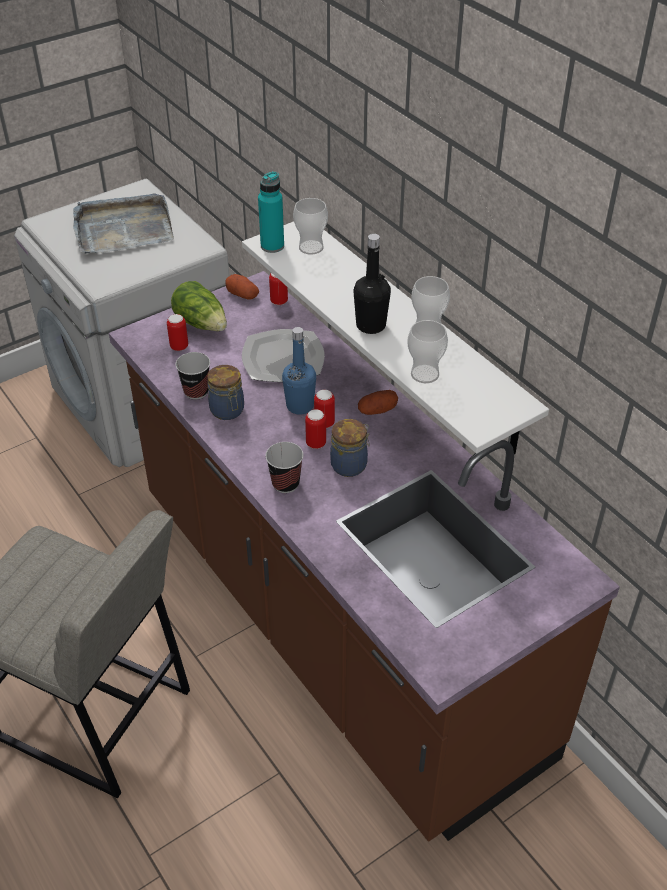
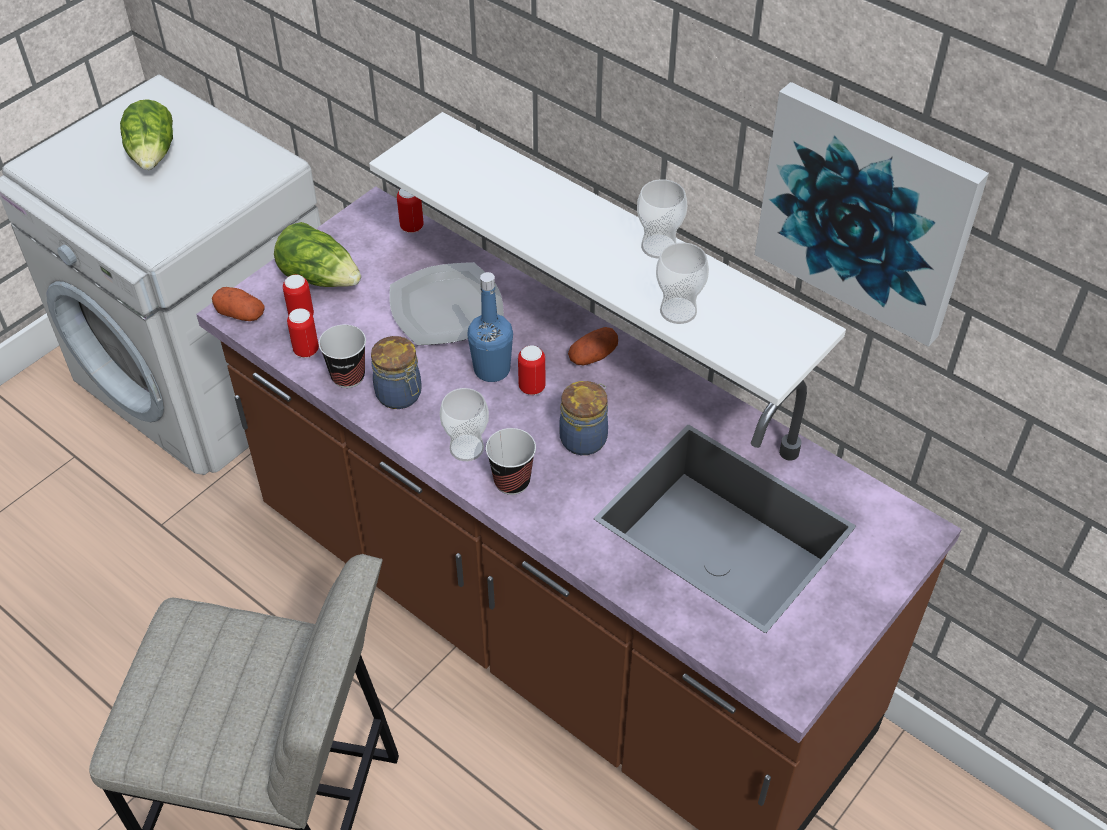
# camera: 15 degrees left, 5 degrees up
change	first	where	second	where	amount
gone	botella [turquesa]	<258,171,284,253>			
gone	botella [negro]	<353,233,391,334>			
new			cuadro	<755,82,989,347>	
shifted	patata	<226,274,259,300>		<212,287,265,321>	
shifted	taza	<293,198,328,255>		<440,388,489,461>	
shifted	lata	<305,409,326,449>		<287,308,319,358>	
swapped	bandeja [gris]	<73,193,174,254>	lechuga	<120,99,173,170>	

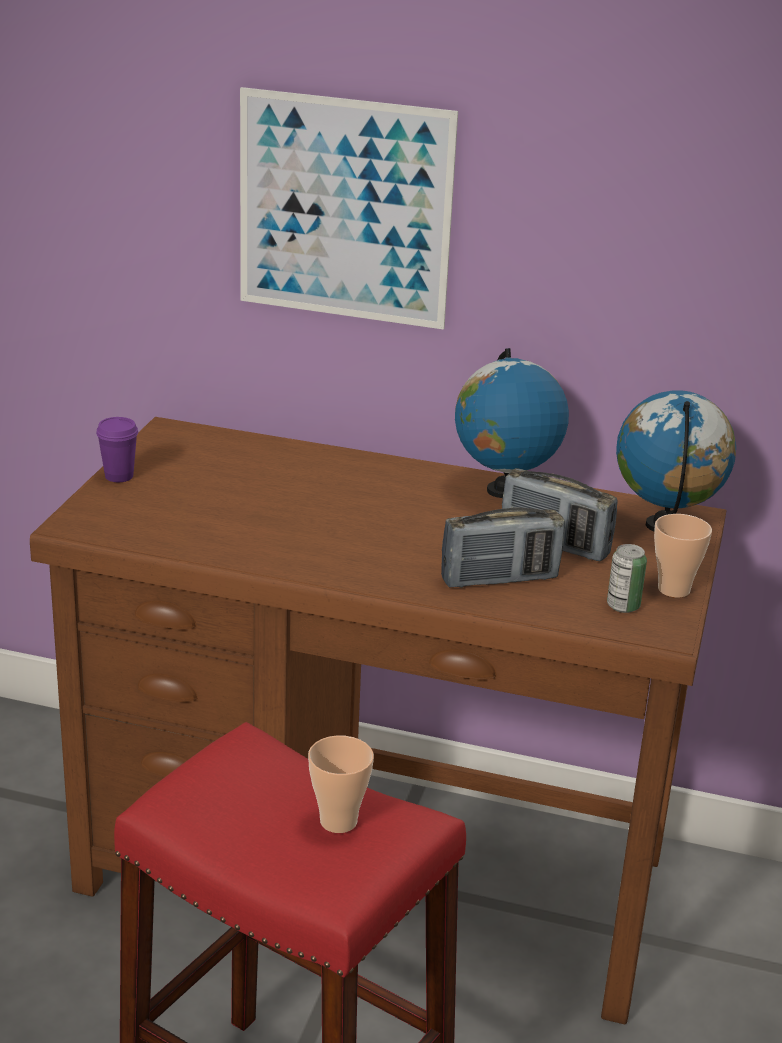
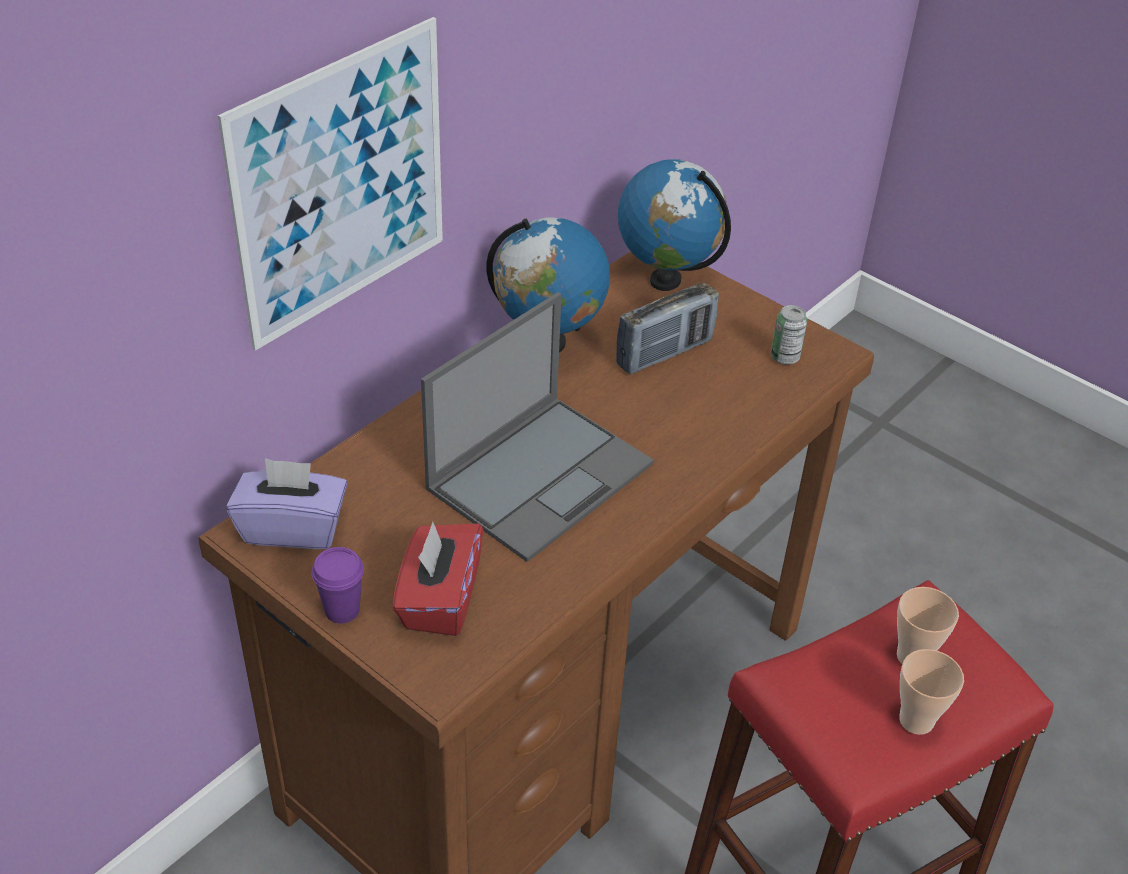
# camera: 65 degrees left, 15 degrees up
change	first	where	second	where	amount
gone	radio	<441,507,565,588>			
new			caja de pañuelos [morado]	<227,458,348,549>	
new			caja de pañuelos [rojo]	<393,522,483,636>	
new			portátil	<421,292,654,562>	
shifted	taza	<654,514,712,598>		<899,649,964,735>	

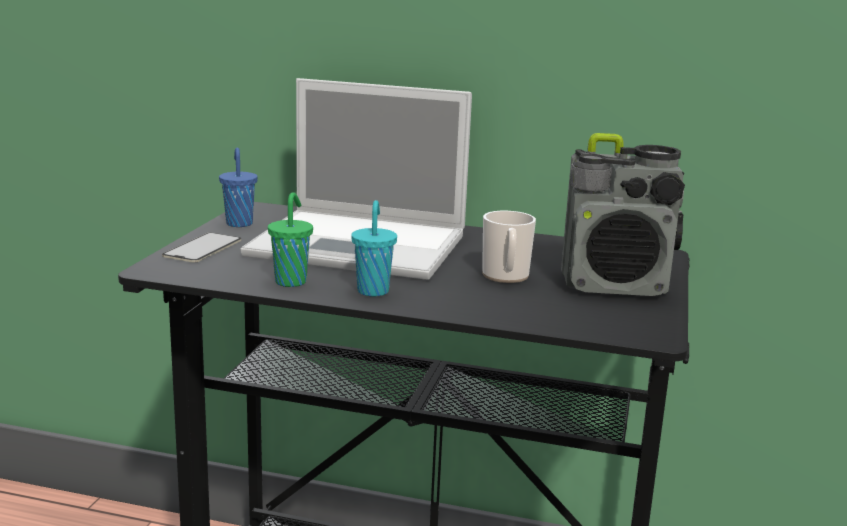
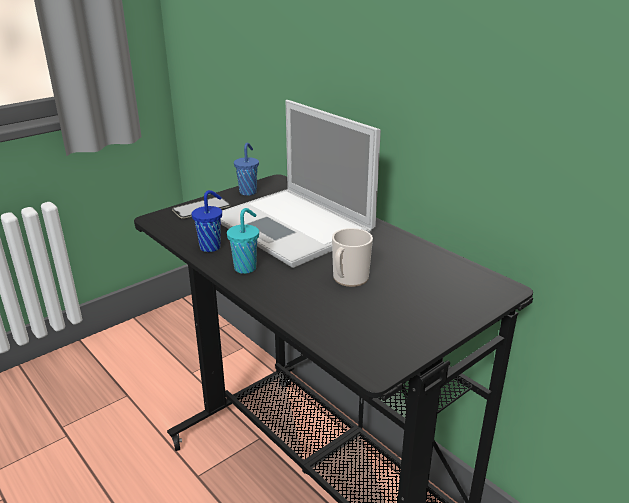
# camera: 35 degrees right, 10 degrees up
change	first	where	second	where	amount
gone	radio	<561,133,685,296>			
repainted	taza [verde]	<268,192,313,287>	taza [azul]	<192,190,222,252>	

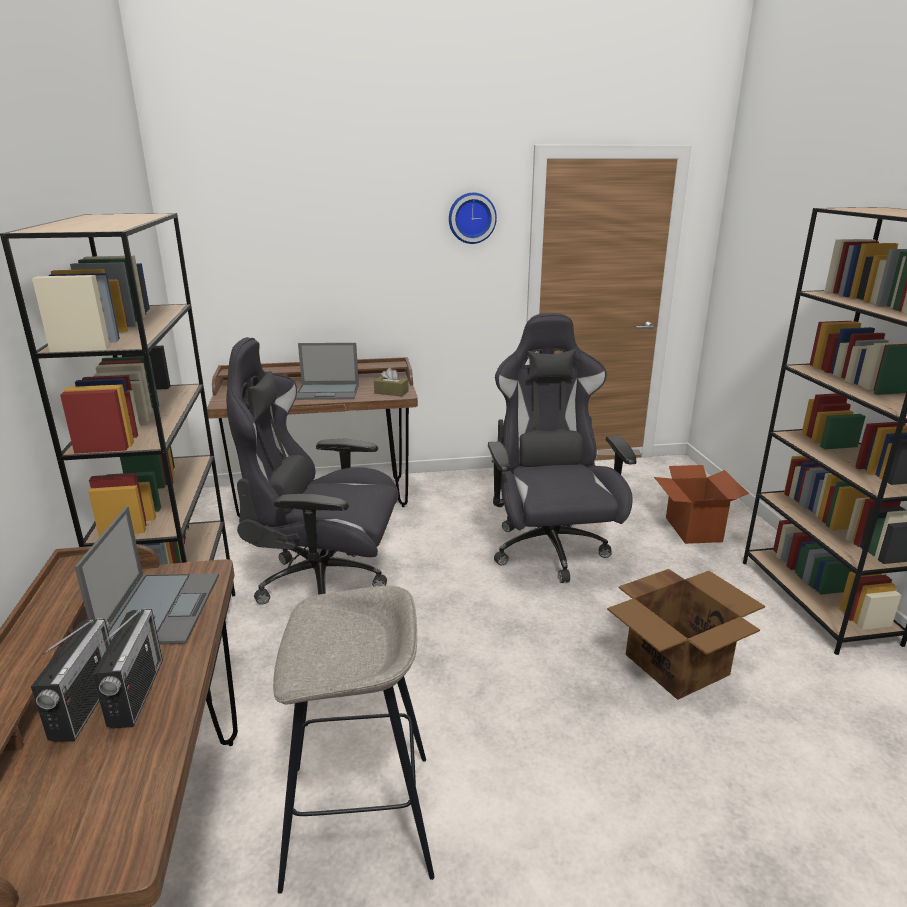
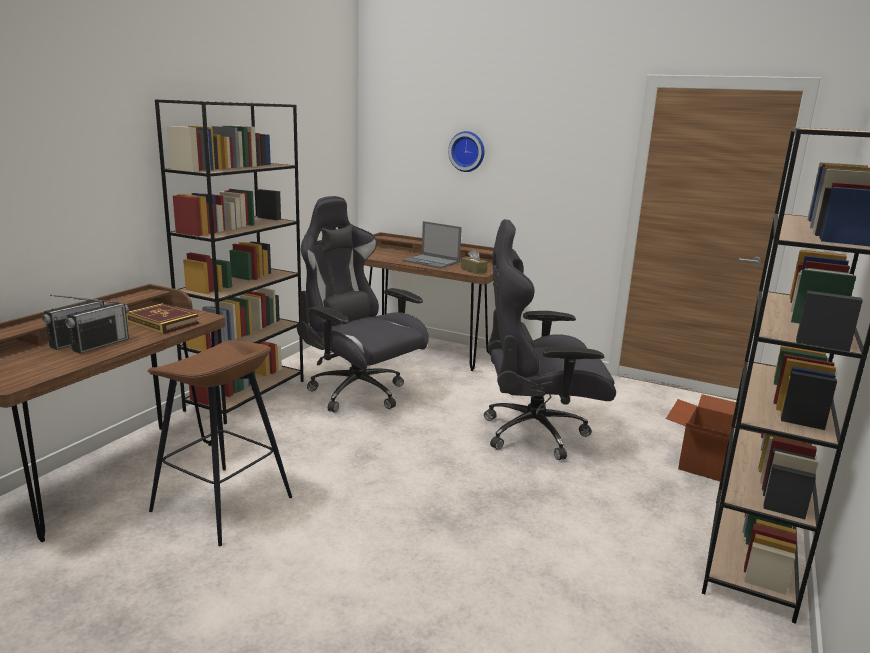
# camera: 35 degrees right, 5 degrees down
change	first	where	second	where	amount
gone	caja de cartón	<607,569,765,700>			
shifted	reloj de pared	<449,193,497,244>		<448,131,485,172>	
swapped	portátil	<75,506,219,645>	libro	<126,303,199,334>	
repainted	taburete [gris]	<273,586,435,894>	taburete [marrón]	<148,340,292,546>	
rotated	silla de oficina [negro]	<488,313,636,583>		<484,219,616,460>	120 degrees counterclockwise

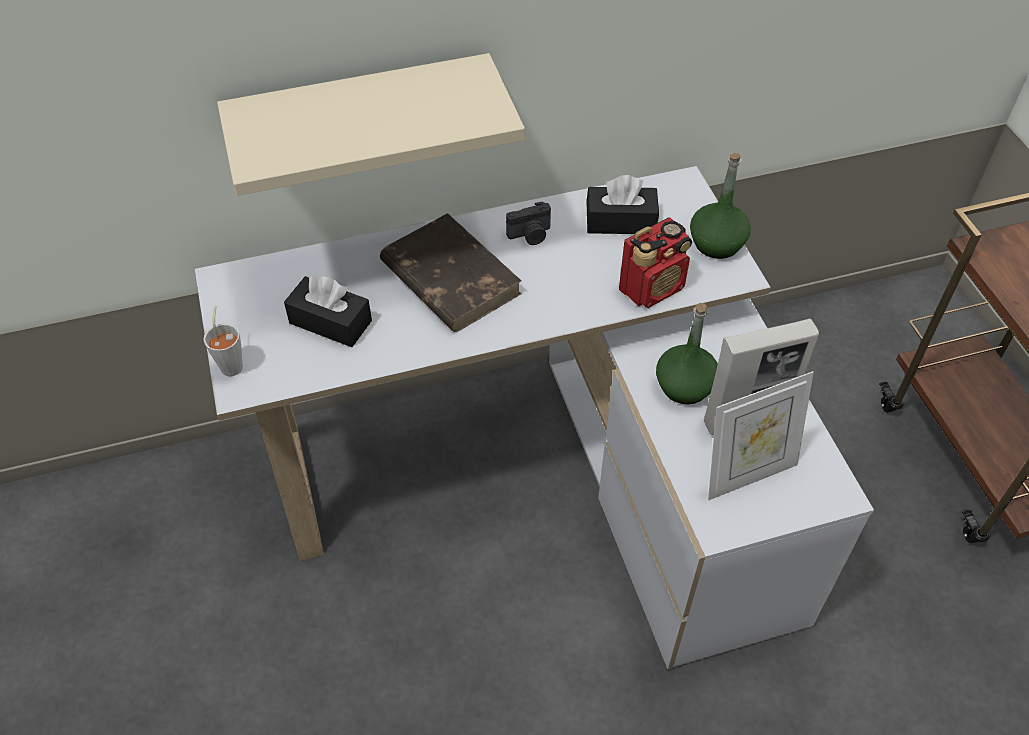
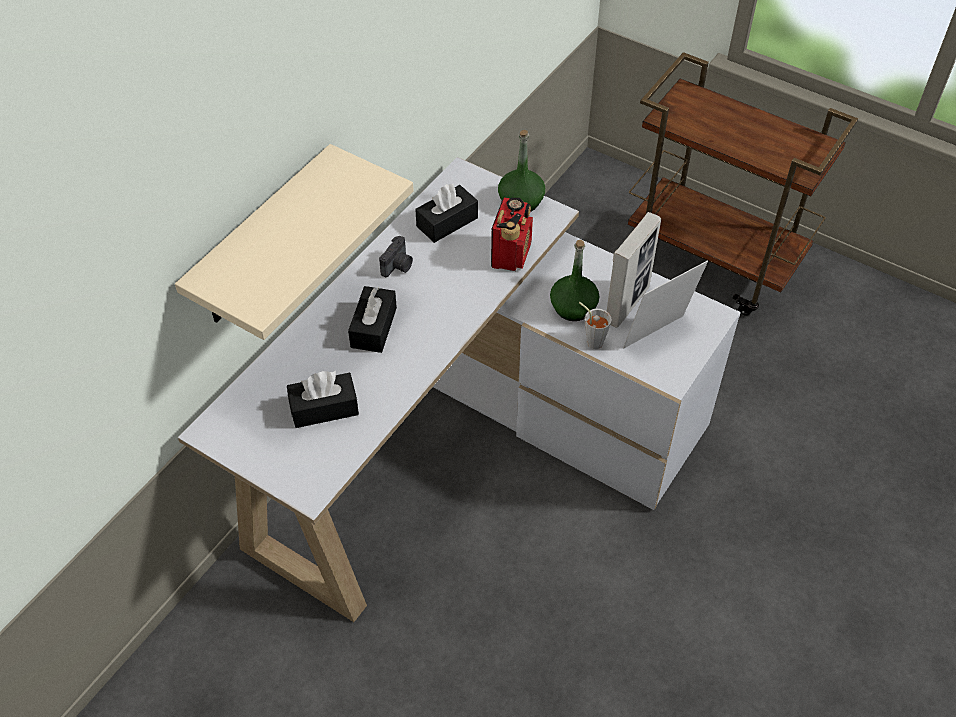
# camera: 40 degrees left, 0 degrees up
change	first	where	second	where	amount
shifted	taza [gris]	<203,306,243,376>		<579,302,612,349>	
swapped	libro [marrón]	<380,213,521,332>	caja de pañuelos [negro]	<348,286,397,353>	
rotated	portarretratos	<708,371,814,500>		<623,260,708,349>	150 degrees counterclockwise

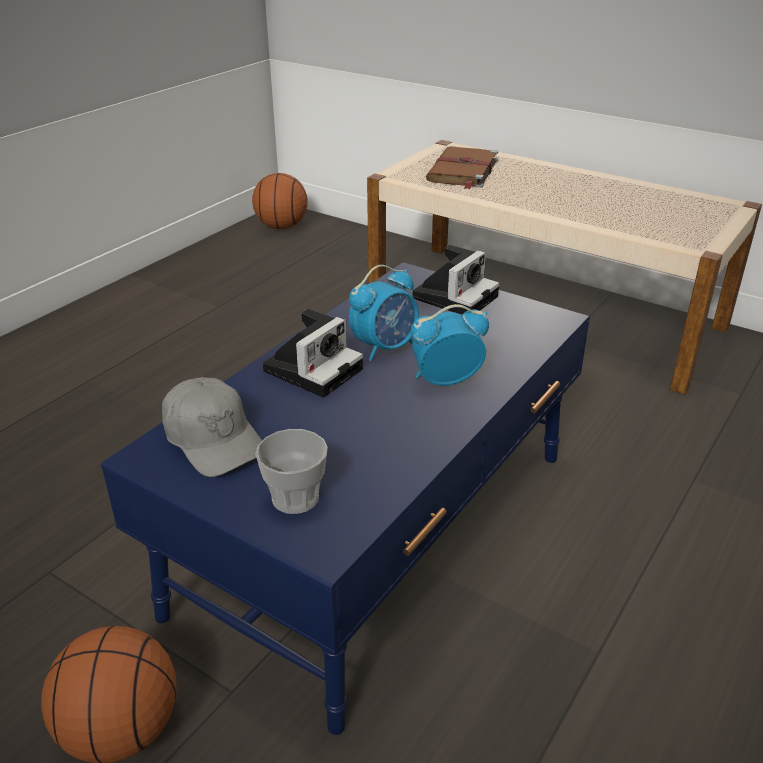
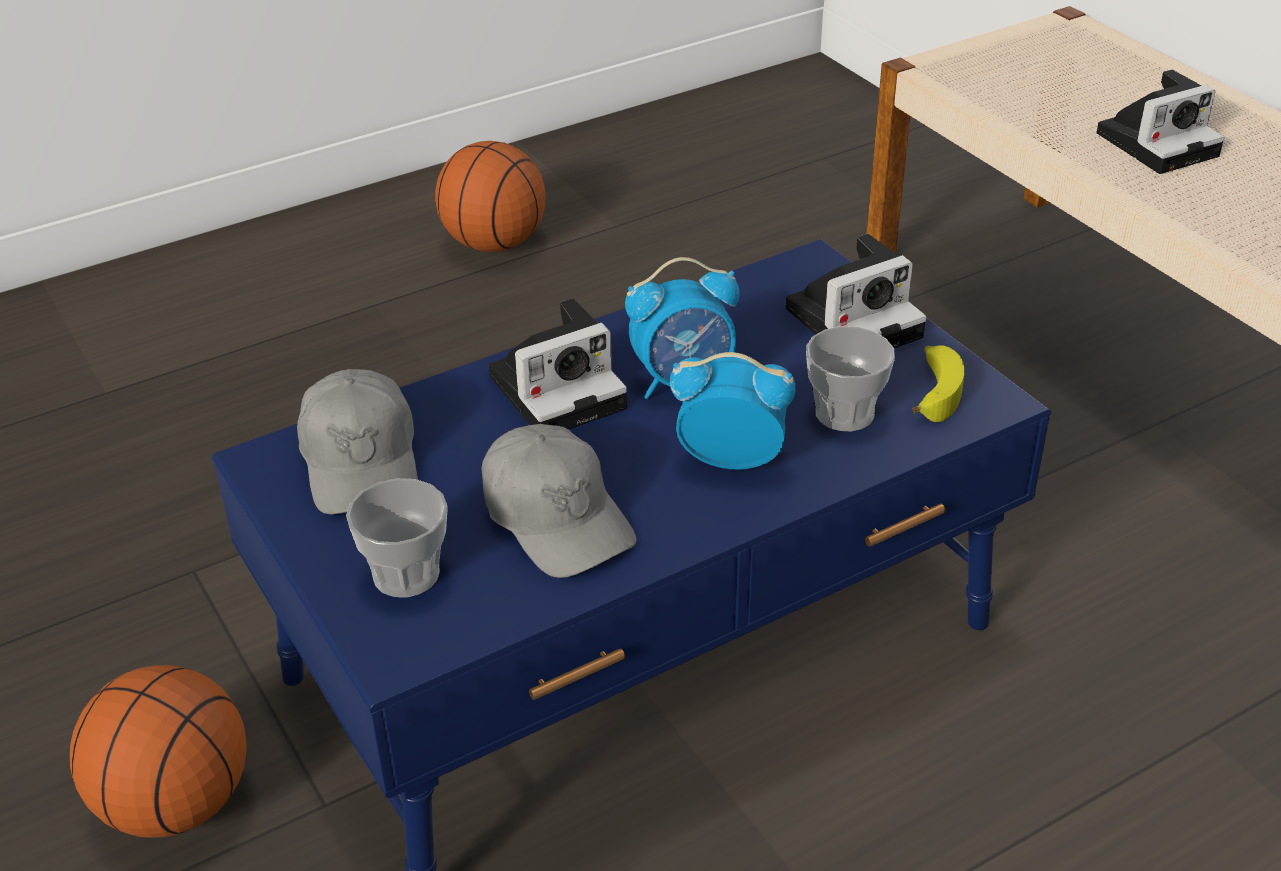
# camera: 25 degrees right, 5 degrees up
change	first	where	second	where	amount
gone	libro [marrón]	<426,146,498,189>			
new			gorra [gris]	<481,424,636,578>	
new			taza	<806,326,895,431>	
new			plátano	<912,345,964,422>	
new			cámara	<1096,70,1225,174>	
shifted	balón de baloncesto	<252,173,308,229>		<435,141,546,252>	

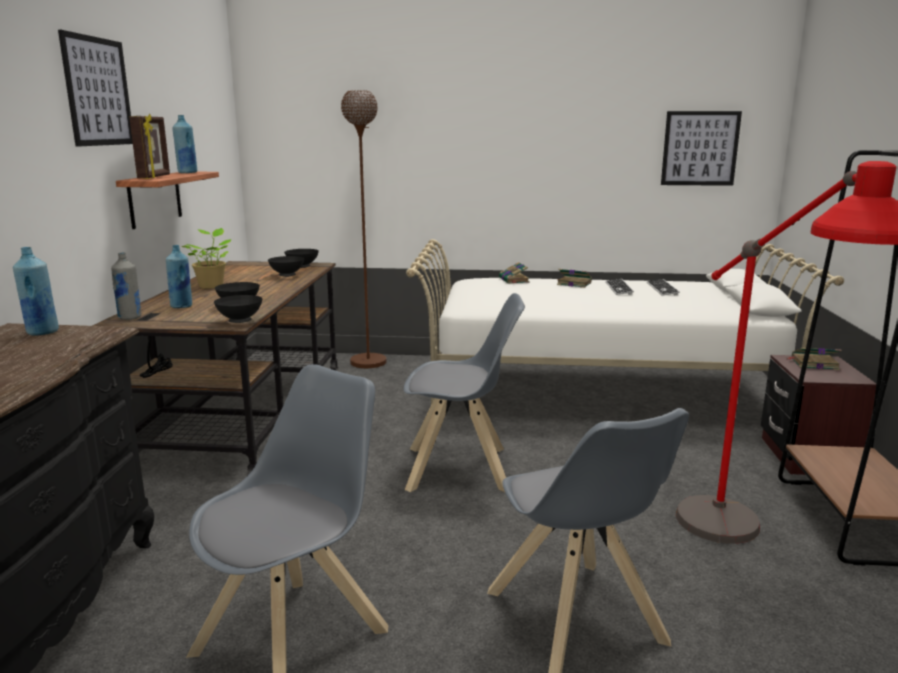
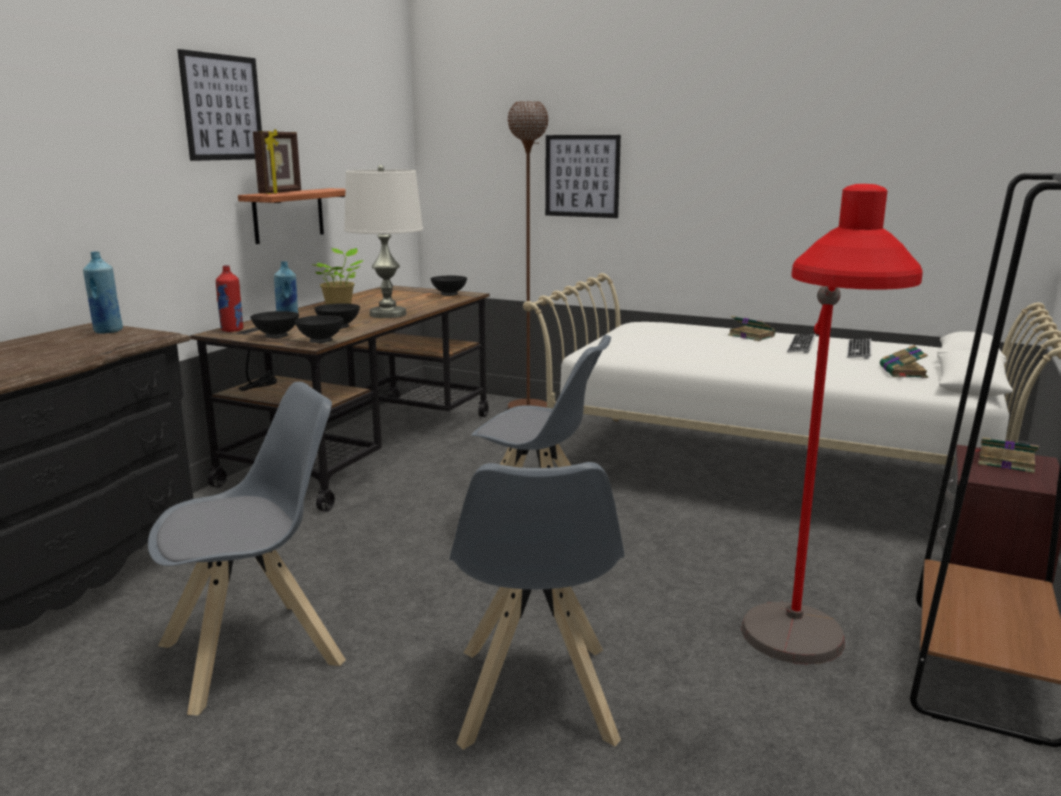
# camera: 20 degrees right, 0 degrees up
change	first	where	second	where	amount
gone	botella [azul]	<172,115,197,173>			
new			lámpara de mesa [blanco]	<344,165,423,318>	
shifted	cuenco [negro]	<268,256,304,277>		<250,311,299,338>	
shifted	libro	<499,262,530,284>		<880,345,928,378>	
shifted	cuadro	<661,111,742,186>		<545,135,621,218>	
repainted	botella [gris]	<111,252,141,320>	botella [rojo]	<216,265,243,332>	

